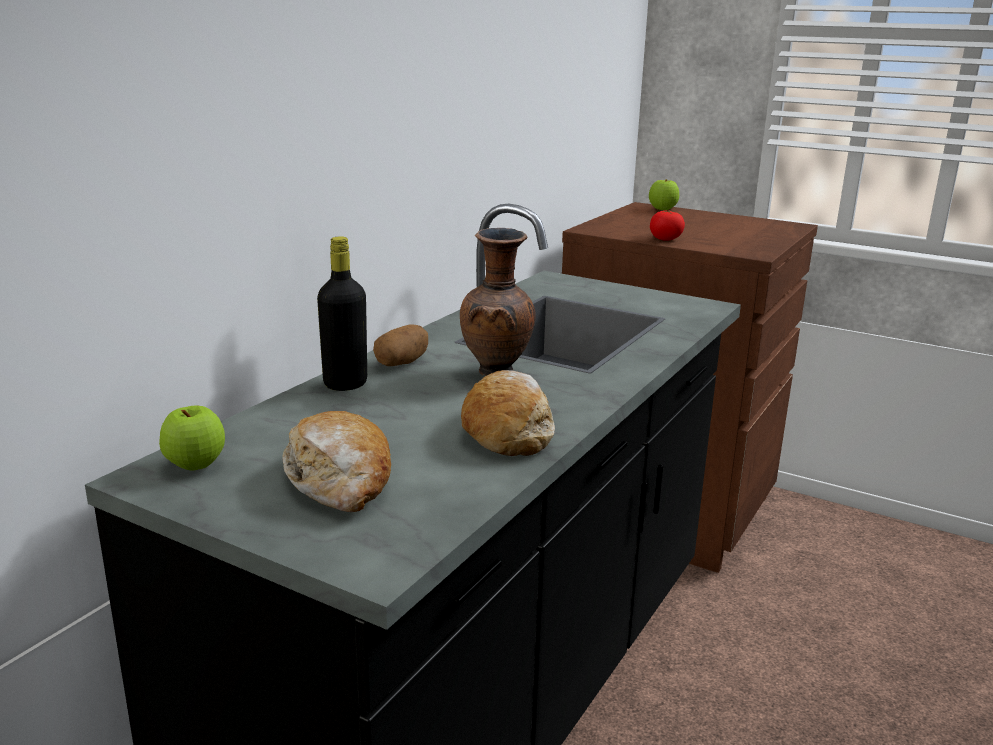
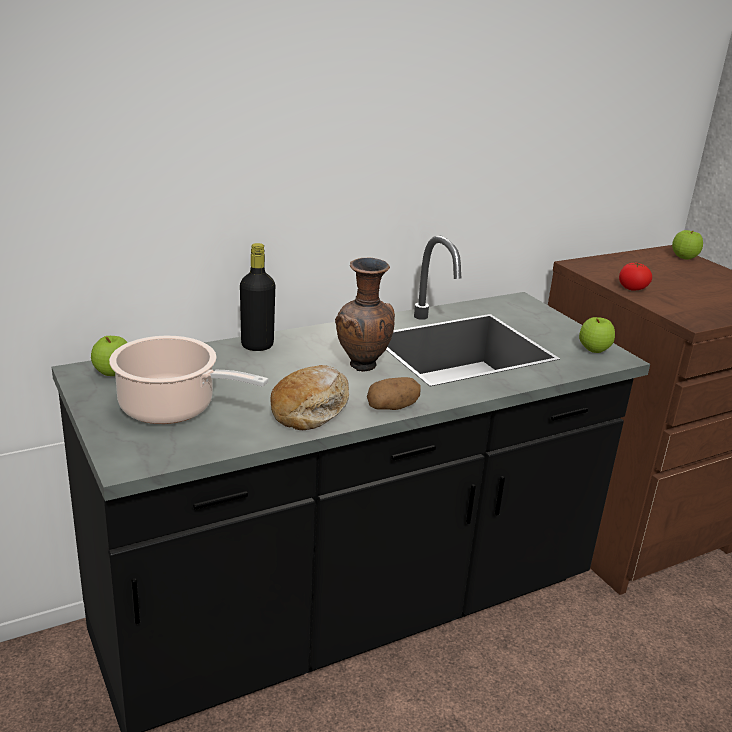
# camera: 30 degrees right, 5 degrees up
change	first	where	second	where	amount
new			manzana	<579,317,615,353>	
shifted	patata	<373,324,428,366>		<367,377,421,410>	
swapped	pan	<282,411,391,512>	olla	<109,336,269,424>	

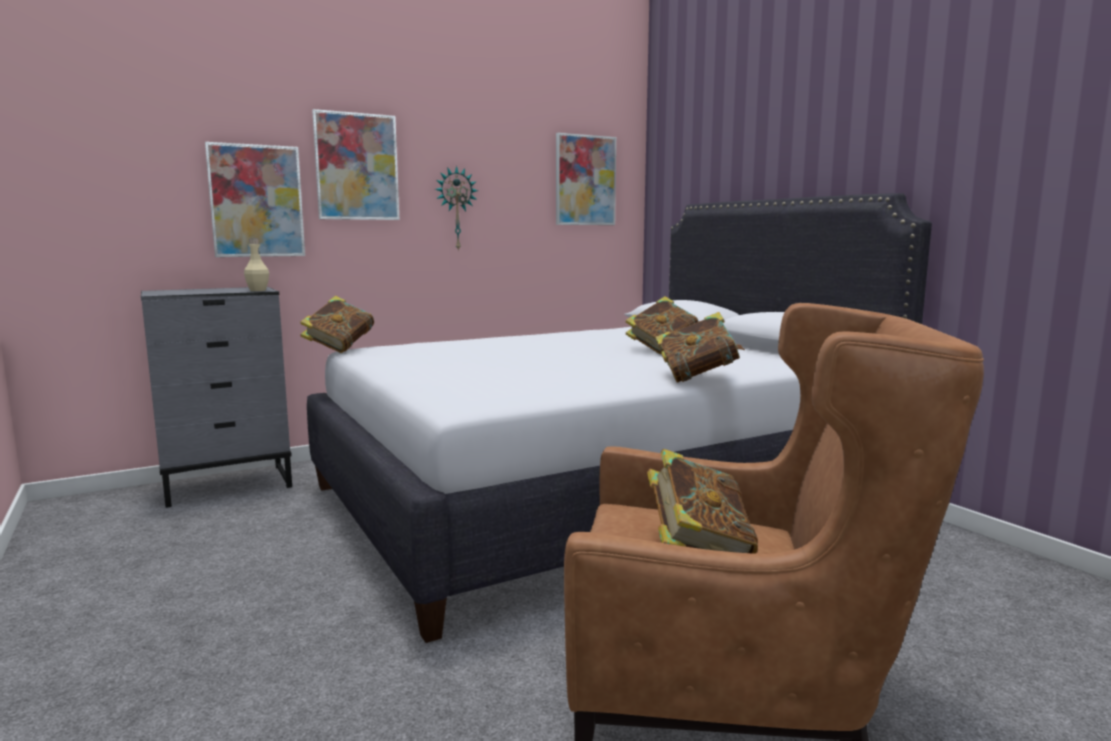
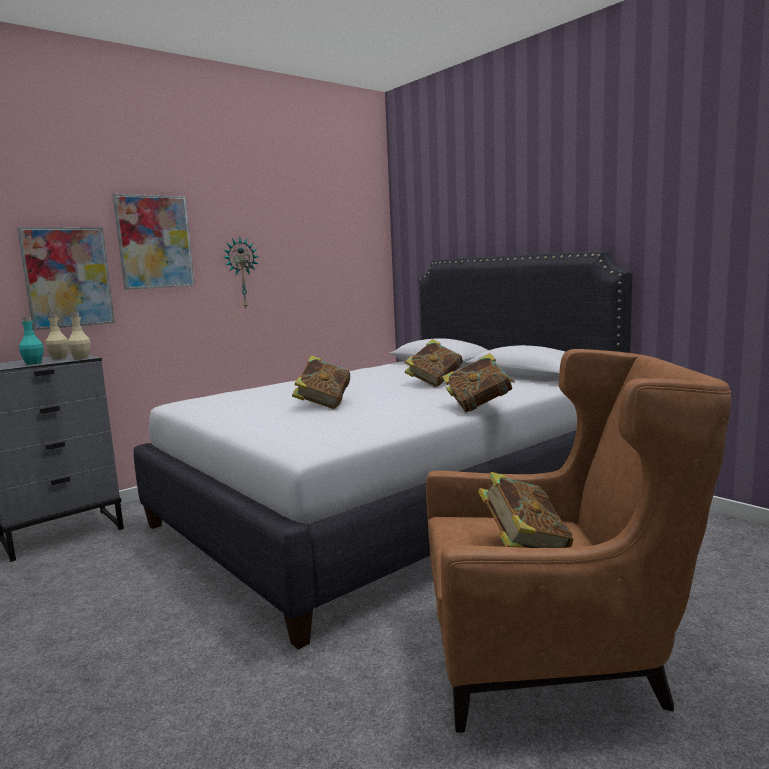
# camera: 10 degrees left, 0 degrees up
change	first	where	second	where	amount
gone	cuadro	<556,133,616,225>			
new			botella [turquesa]	<19,316,44,365>	
new			botella [beis]	<45,313,68,359>	
shifted	libro	<300,296,374,353>		<292,355,350,409>	

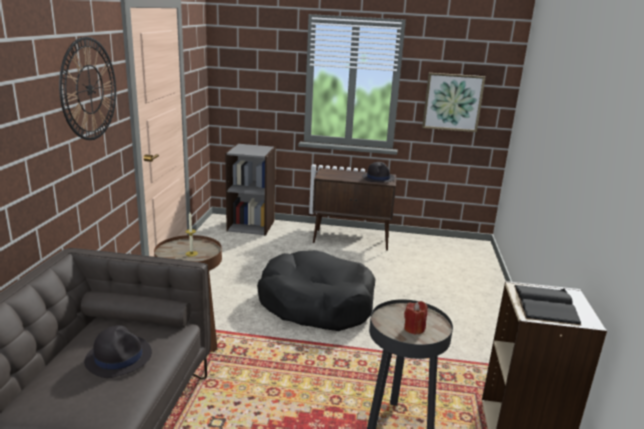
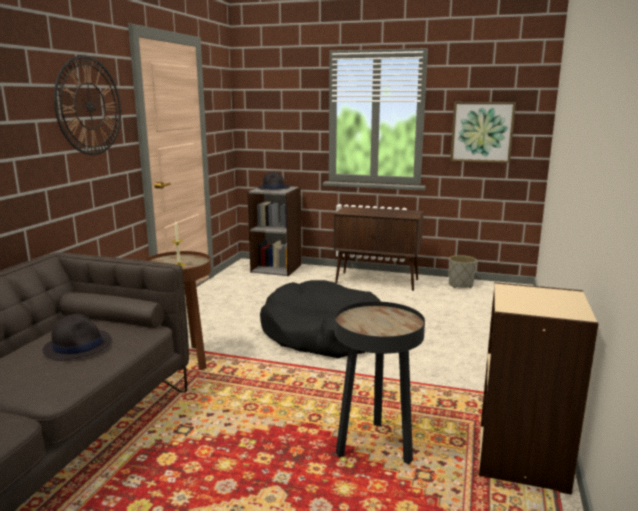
# camera: 10 degrees right, 5 degrees down
change	first	where	second	where	amount
gone	vela [rojo]	<404,301,428,335>			
gone	libro [negro]	<514,285,582,326>			
new			maceta [gris]	<449,255,477,288>	
shifted	sombrero [negro]	<362,162,395,182>		<258,172,290,190>	

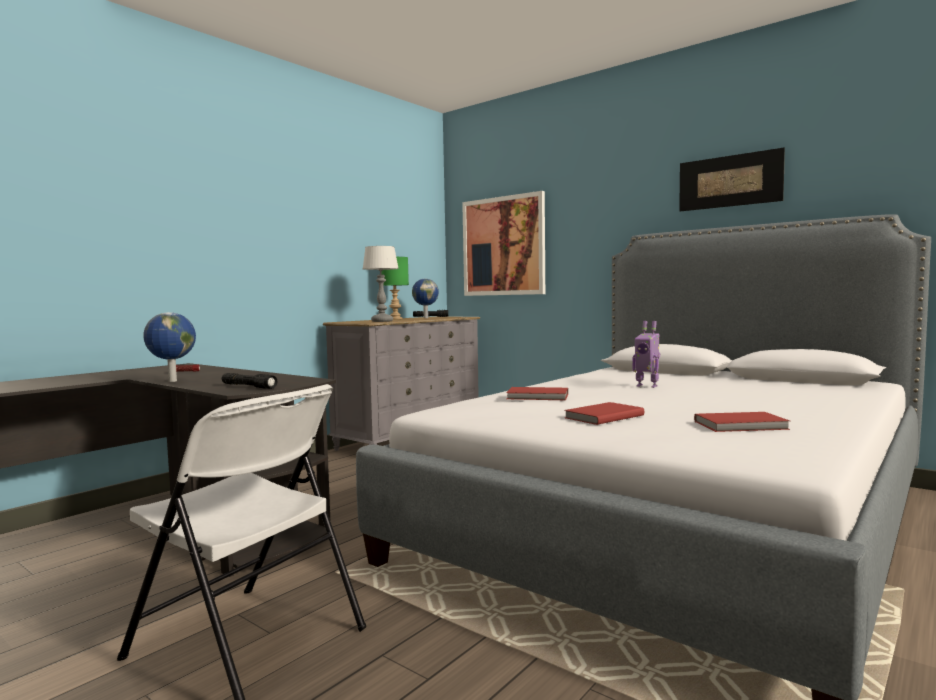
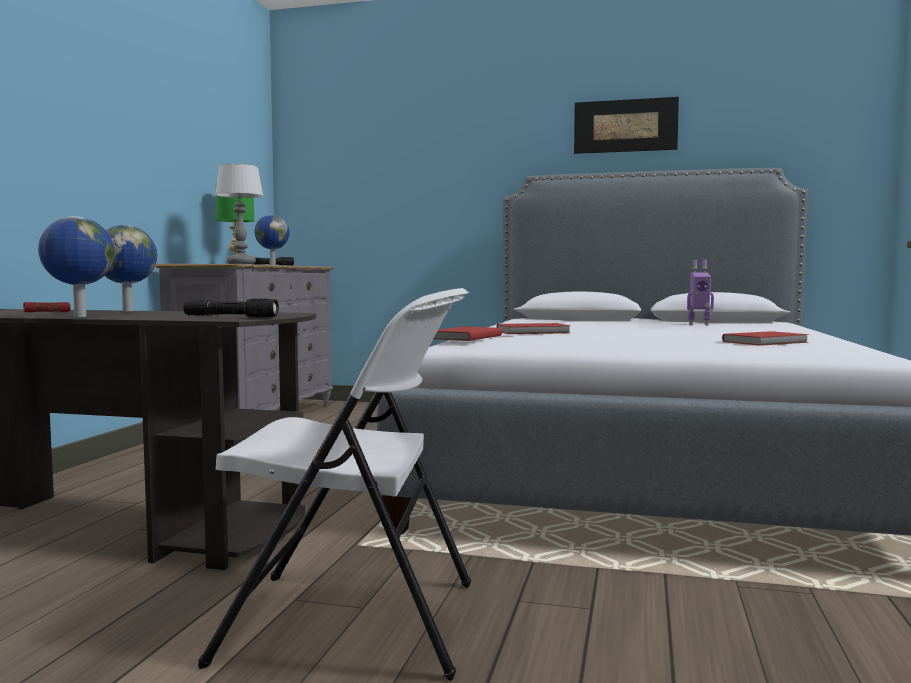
# camera: 25 degrees left, 0 degrees up
change	first	where	second	where	amount
gone	cuadro	<462,191,545,296>			
new			globo terráqueo	<105,225,157,311>	
shifted	libro [rojo]	<564,402,644,425>		<433,326,502,341>	
shifted	robot de juguete	<632,321,660,388>		<687,259,714,325>	

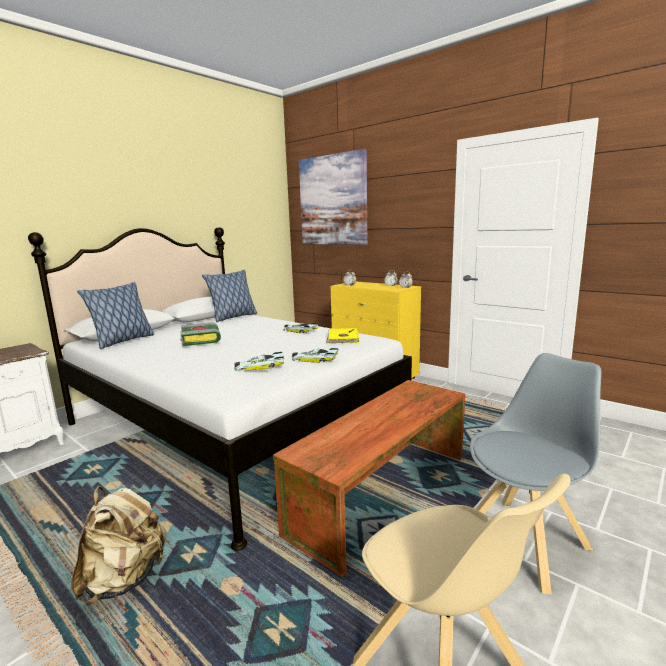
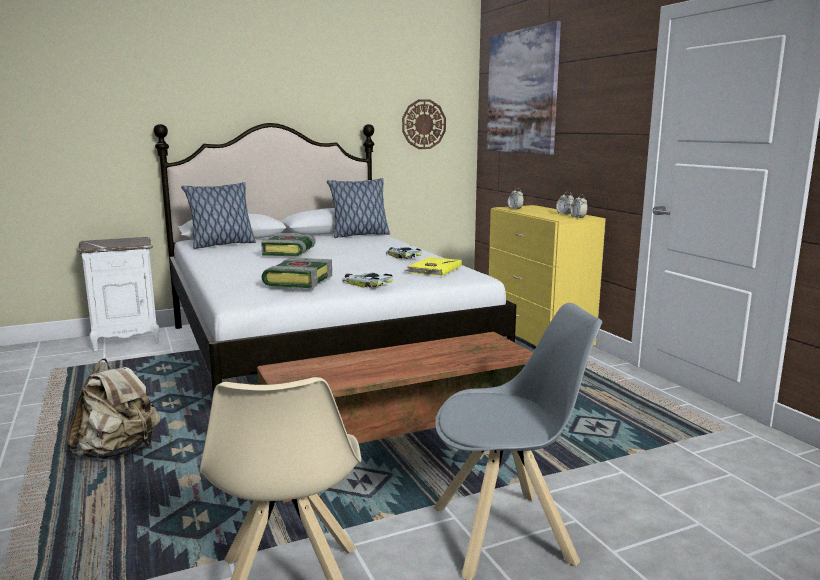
# camera: 25 degrees right, 0 degrees up
change	first	where	second	where	amount
new			reloj de pared	<402,99,446,149>	
swapped	coche de juguete	<234,352,284,371>	libro	<261,257,332,288>	

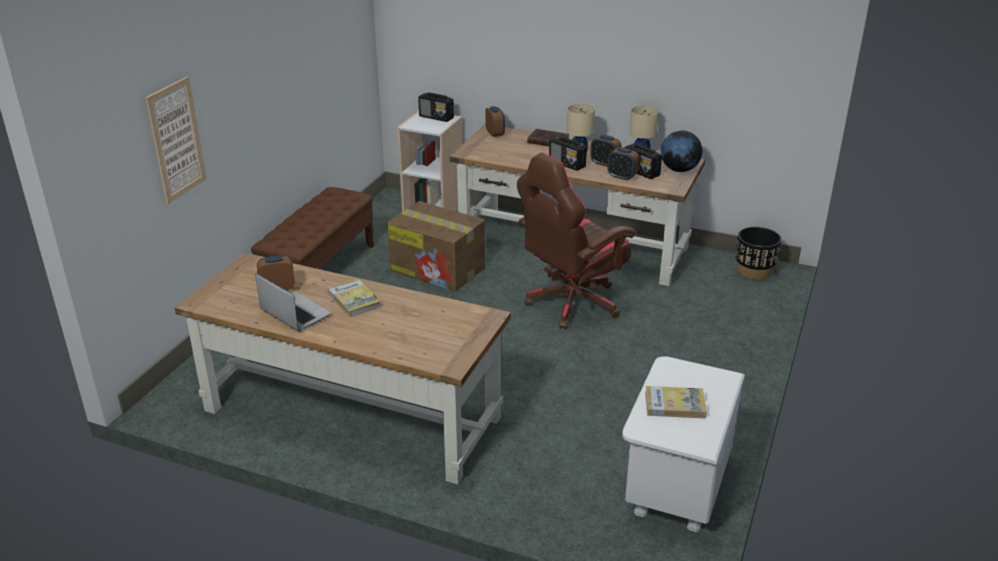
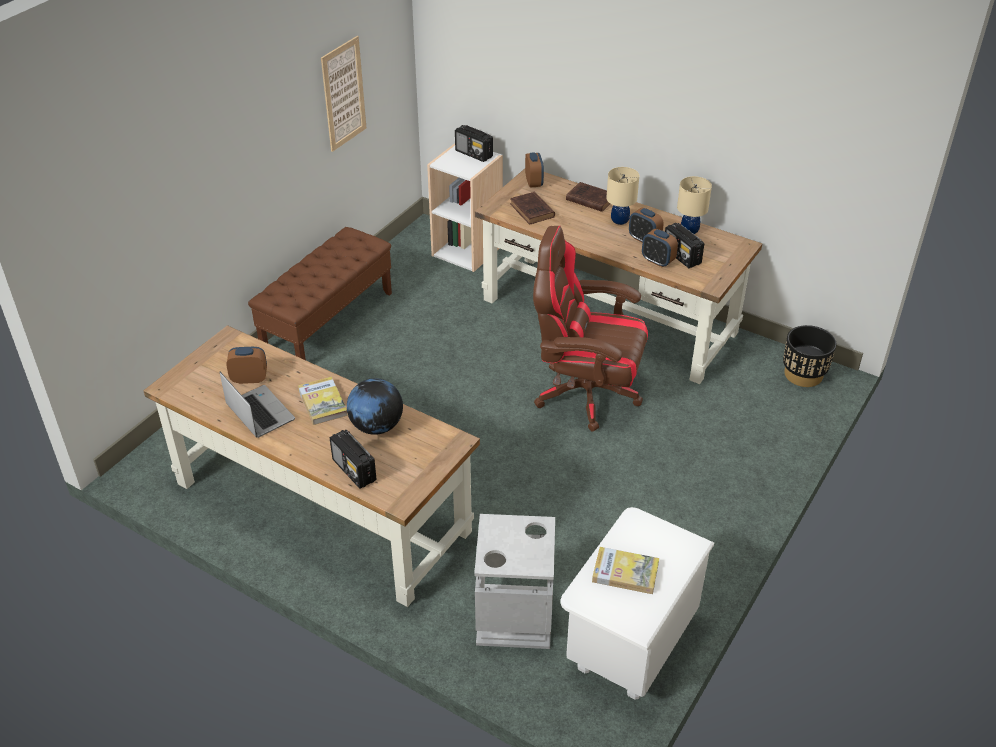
# camera: 10 degrees right, 10 degrees up
change	first	where	second	where	amount
gone	caja de cartón	<387,201,485,292>			
new			papelera [gris]	<474,514,555,649>	
new			libro [marrón]	<510,192,555,225>	
shifted	cuadro	<146,76,206,204>		<321,36,366,152>	
shifted	radio	<549,136,587,171>		<329,430,377,489>	
shifted	globo terráqueo	<661,130,702,172>		<347,378,403,435>	
rotated	silla de oficina [marrón]	<517,153,636,329>		<533,226,648,432>	45 degrees clockwise

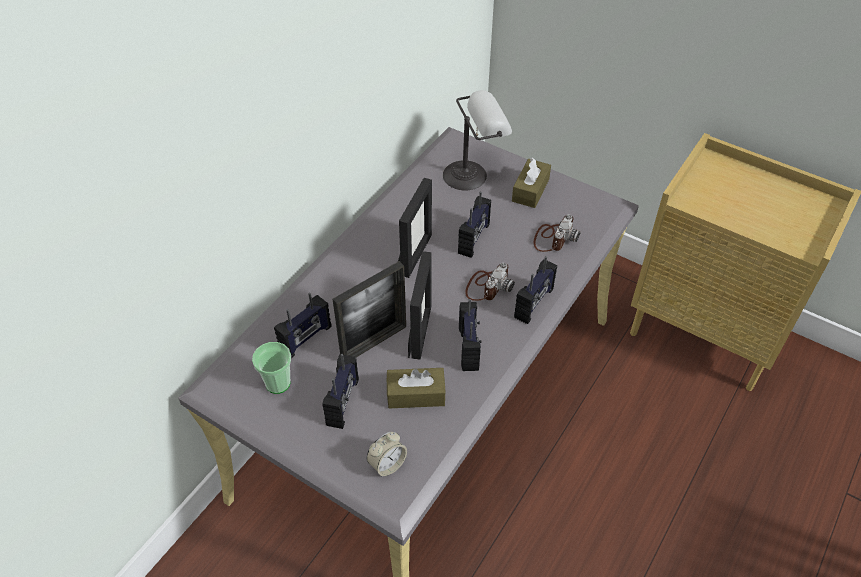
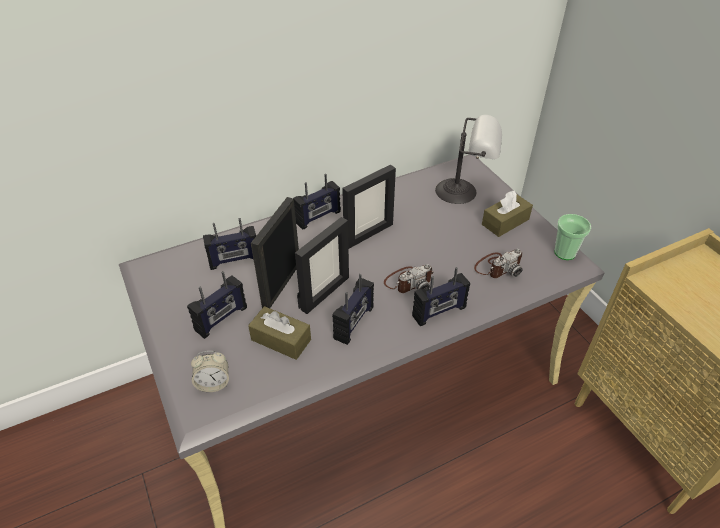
# camera: 30 degrees right, 5 degrees down
change	first	where	second	where	amount
shifted	taza	<252,342,291,394>		<554,214,591,260>	
shifted	radio	<458,192,491,258>		<293,174,341,230>	
rotated	portarretratos	<333,261,406,357>		<251,197,299,308>	120 degrees clockwise

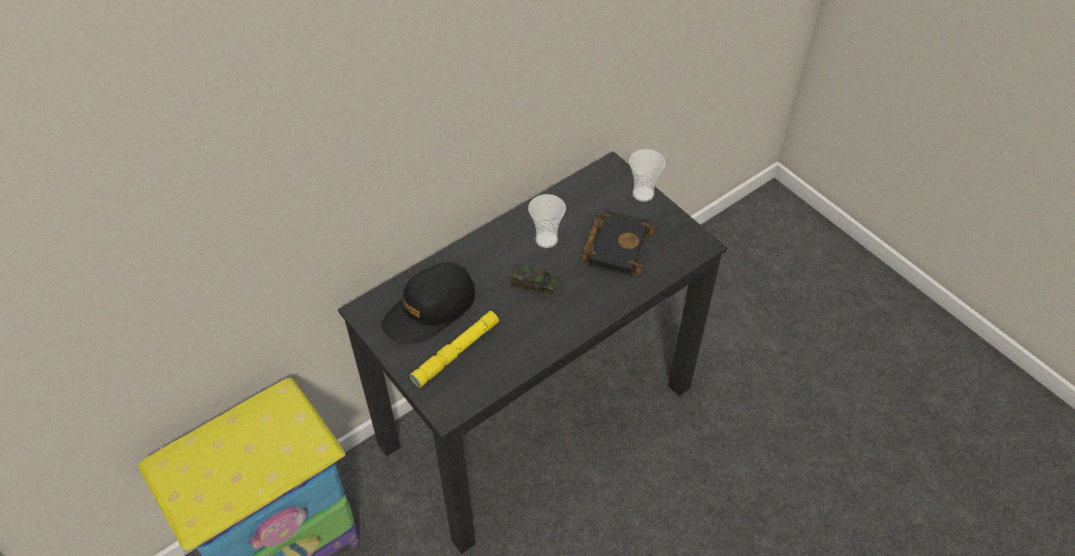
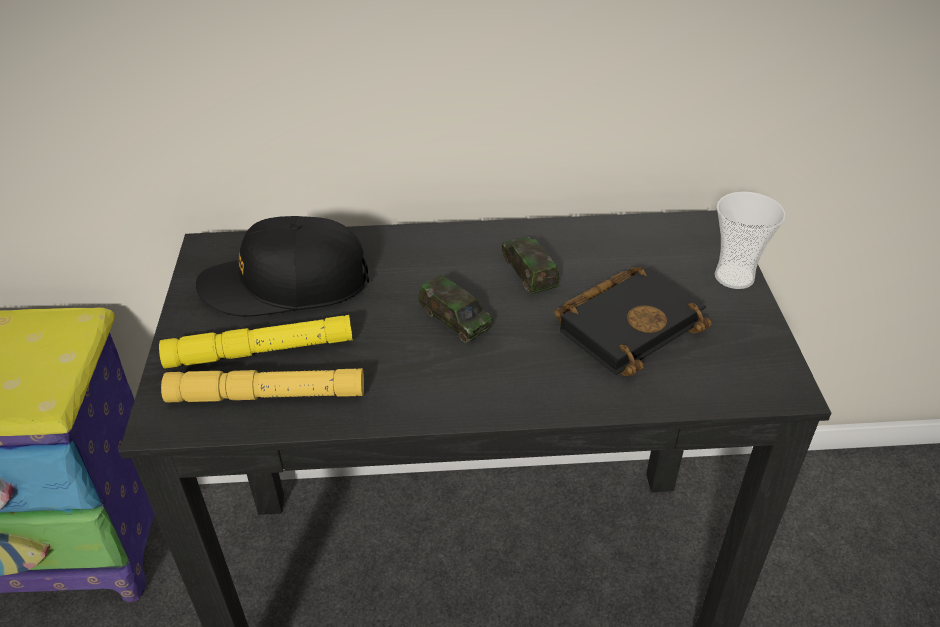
# camera: 35 degrees right, 10 degrees down
change	first	where	second	where	amount
new			linterna [amarillo]	<161,368,364,402>	
swapped	taza	<528,194,566,248>	coche de juguete	<501,237,559,294>	

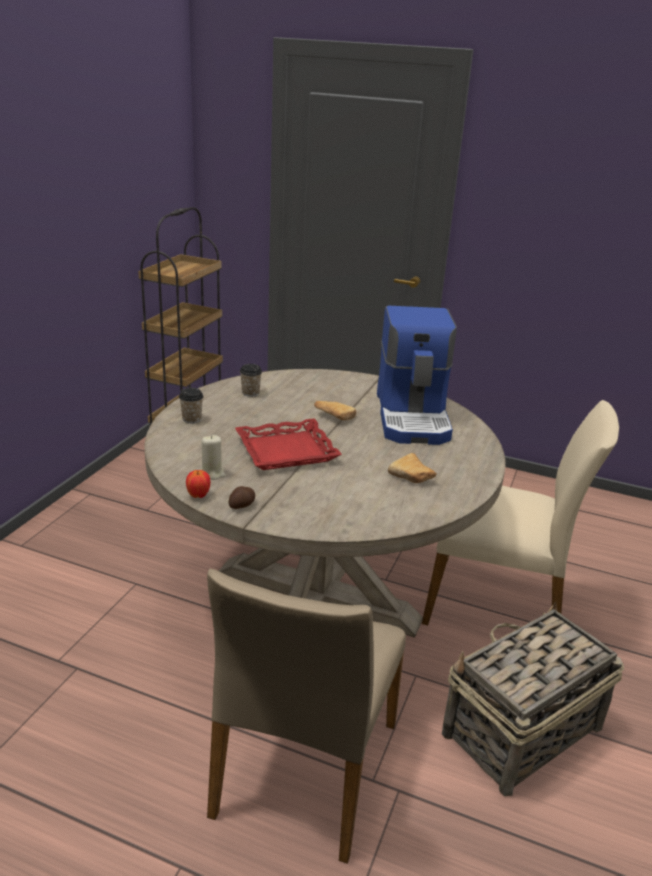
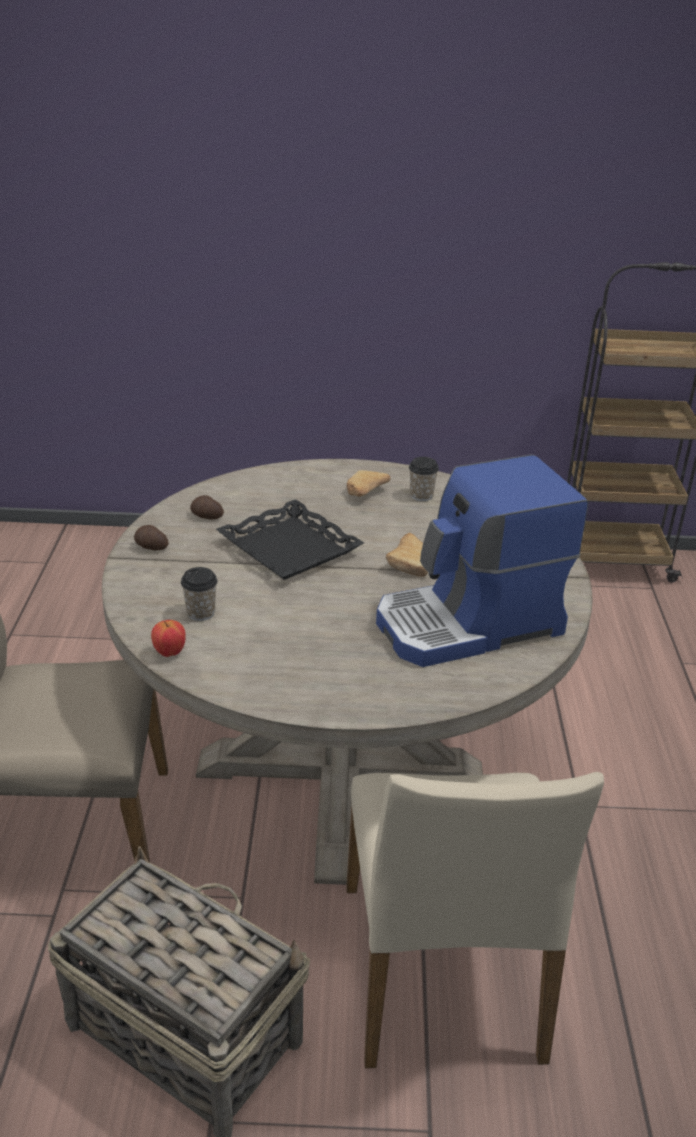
# camera: 70 degrees right, 5 degrees up
change	first	where	second	where	amount
shifted	taza	<179,388,203,423>		<181,567,218,621>	
shifted	manzana	<186,470,210,498>		<151,620,186,657>	
shifted	pan	<388,453,437,483>		<347,470,391,497>	
swapped	vela [beis]	<200,435,225,480>	patata	<190,495,224,519>	
repainted	bandeja [rojo]	<235,418,342,470>	bandeja [negro]	<216,499,364,580>	

